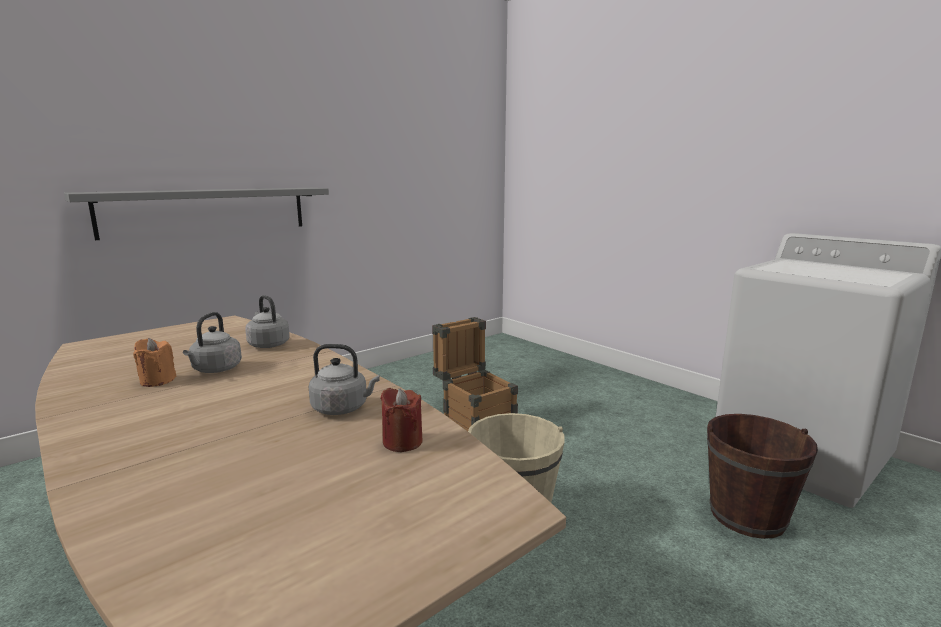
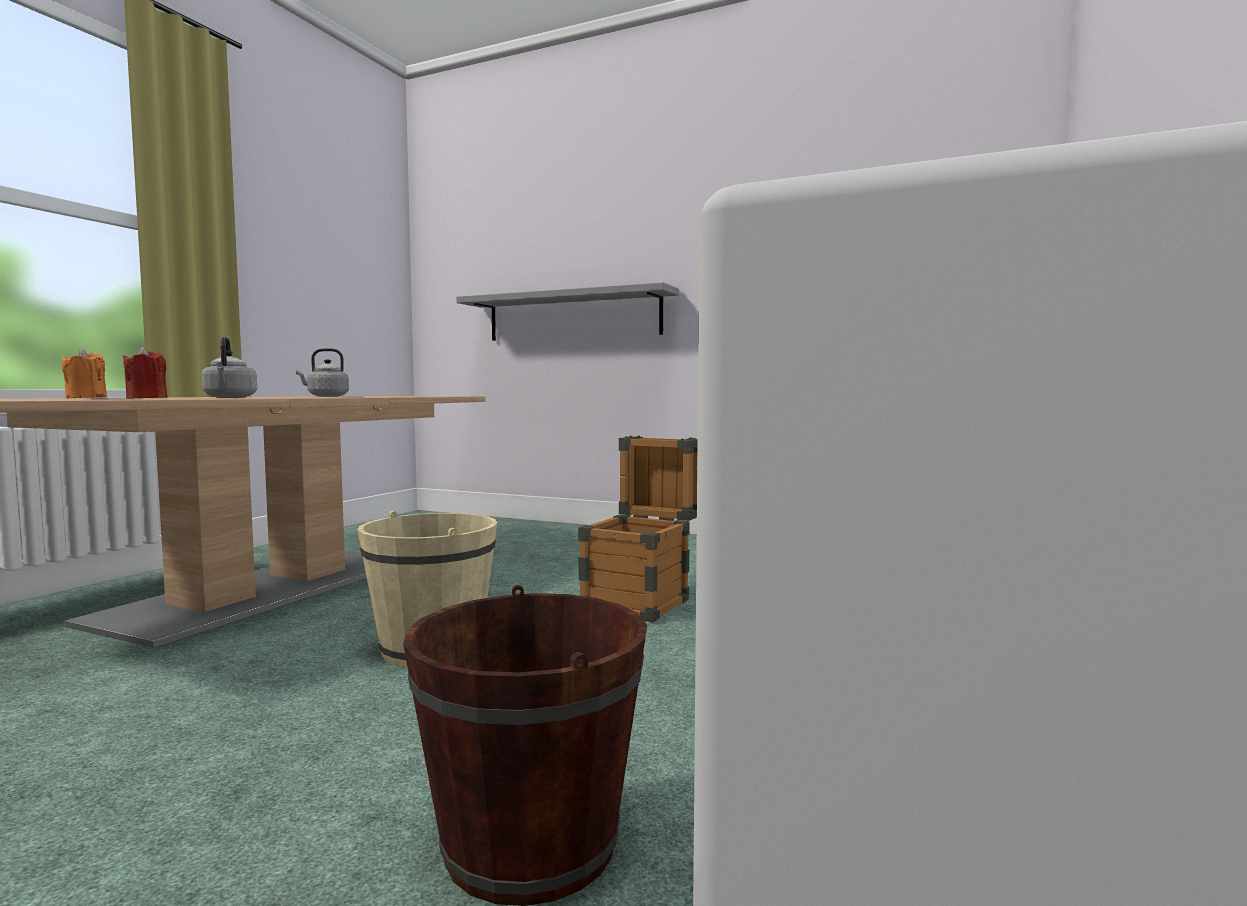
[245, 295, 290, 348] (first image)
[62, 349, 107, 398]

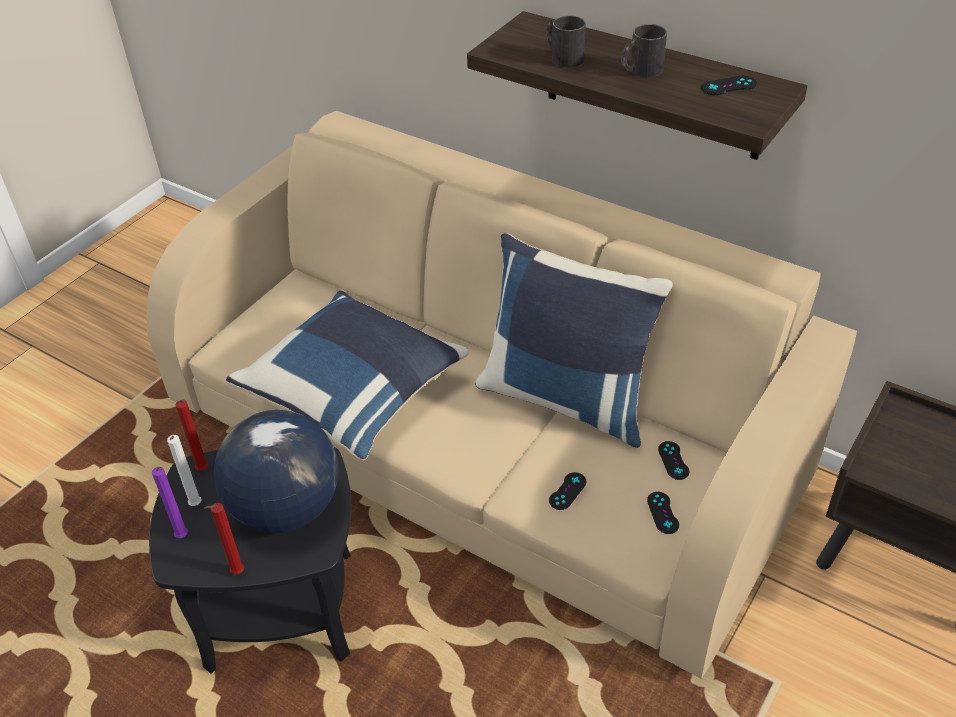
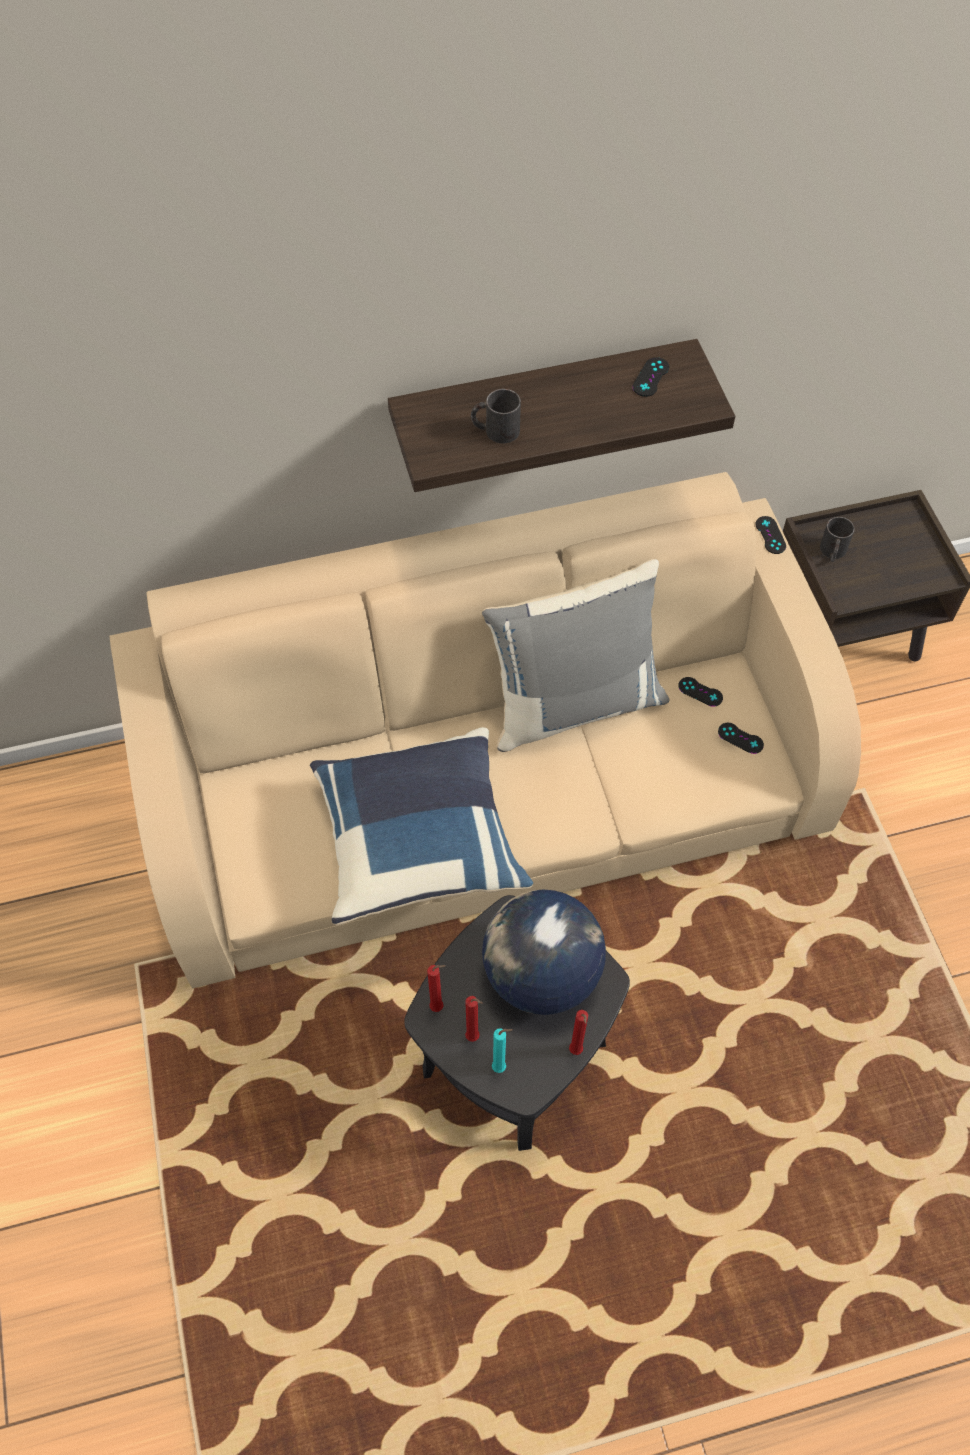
[755, 516, 786, 554]
[820, 517, 854, 562]
[492, 1028, 513, 1073]
[465, 996, 483, 1042]
[482, 559, 670, 752]

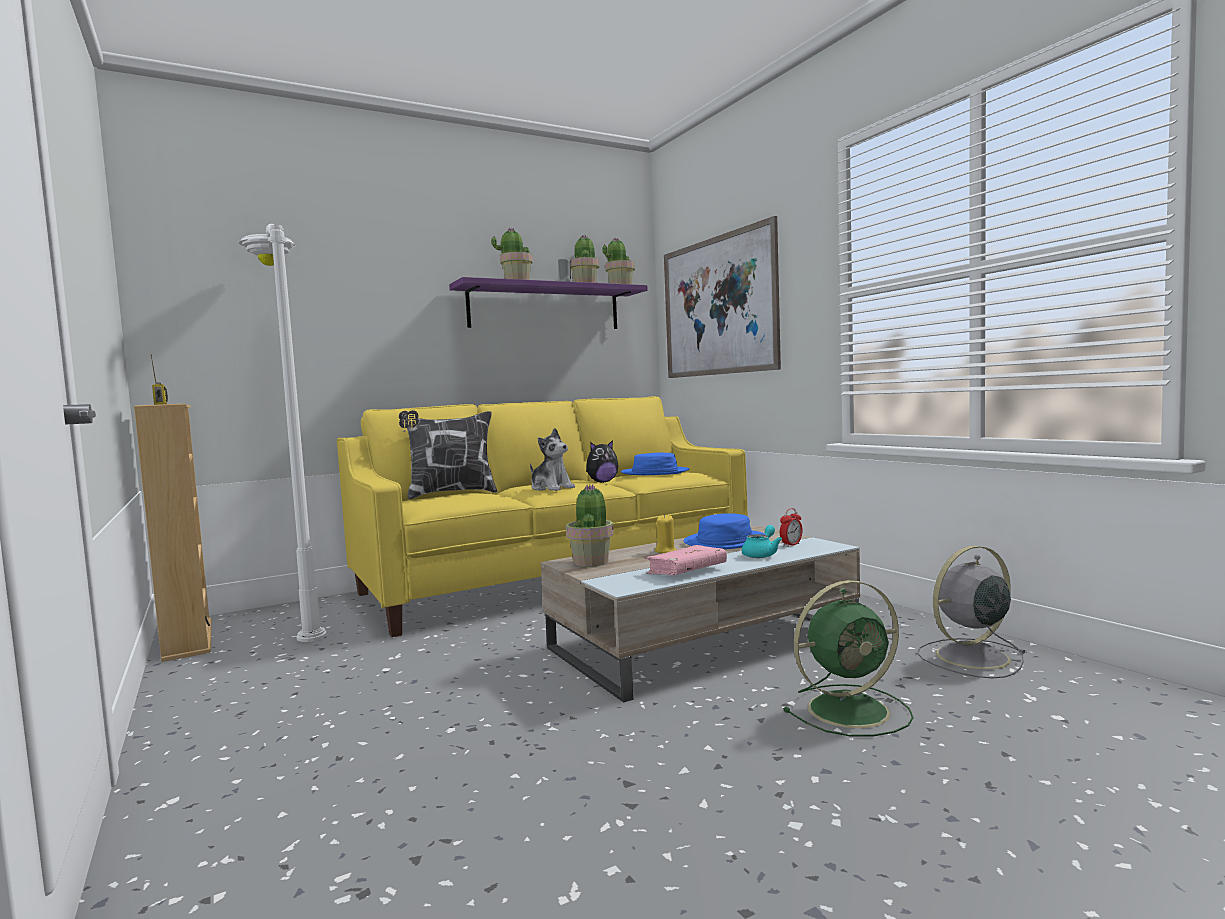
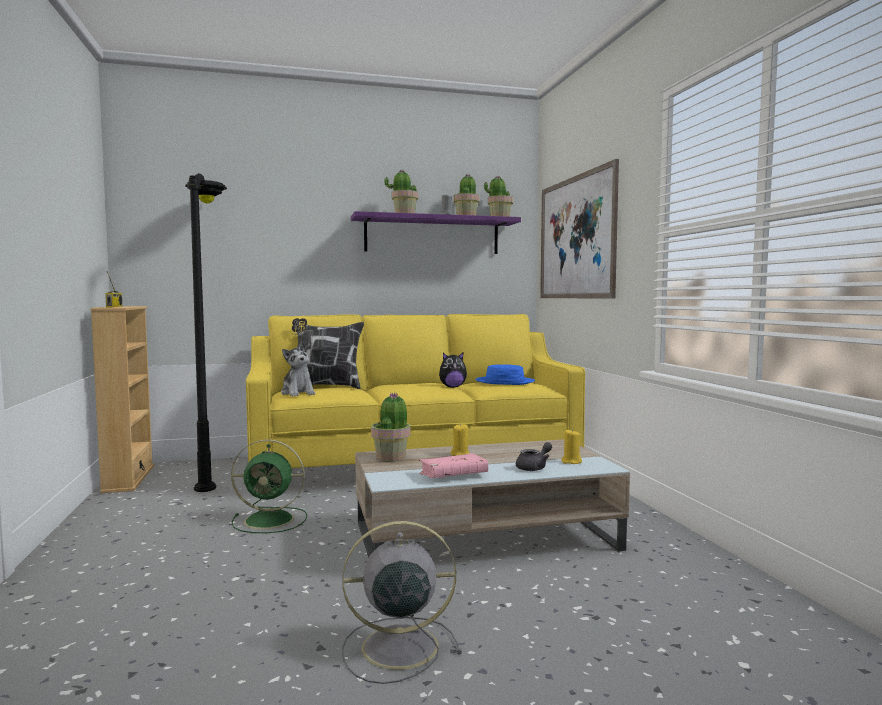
[684, 513, 765, 549] (first image)
[281, 341, 315, 396]
[231, 439, 307, 533]
[342, 521, 462, 684]
[561, 429, 582, 464]
[185, 173, 227, 492]
[516, 442, 552, 471]

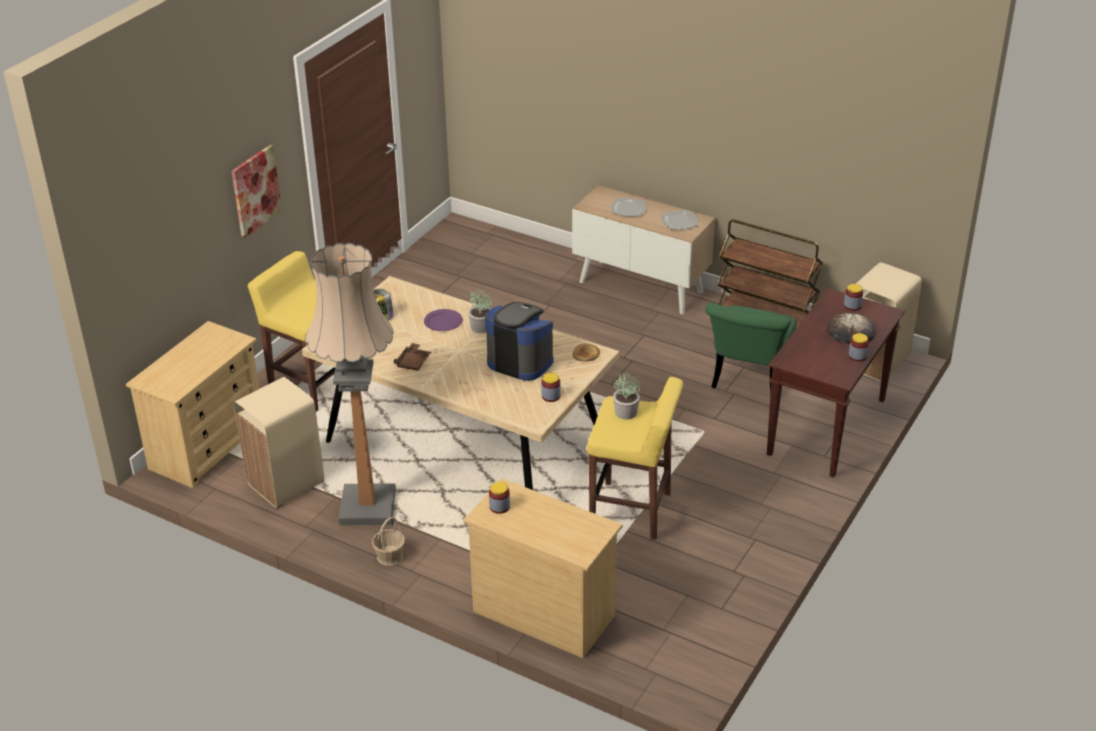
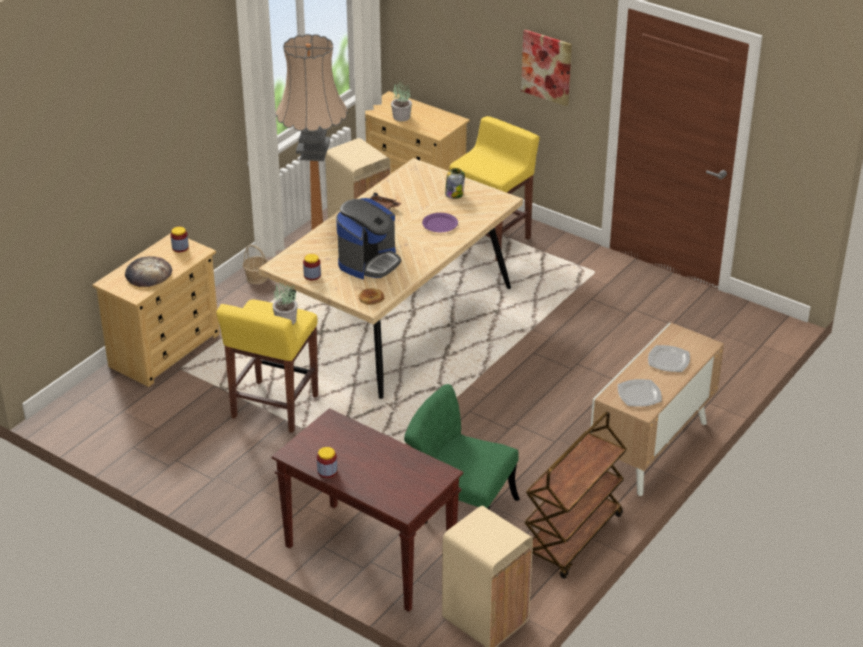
[844, 284, 863, 311] (first image)
[391, 80, 412, 121]
[125, 256, 172, 287]

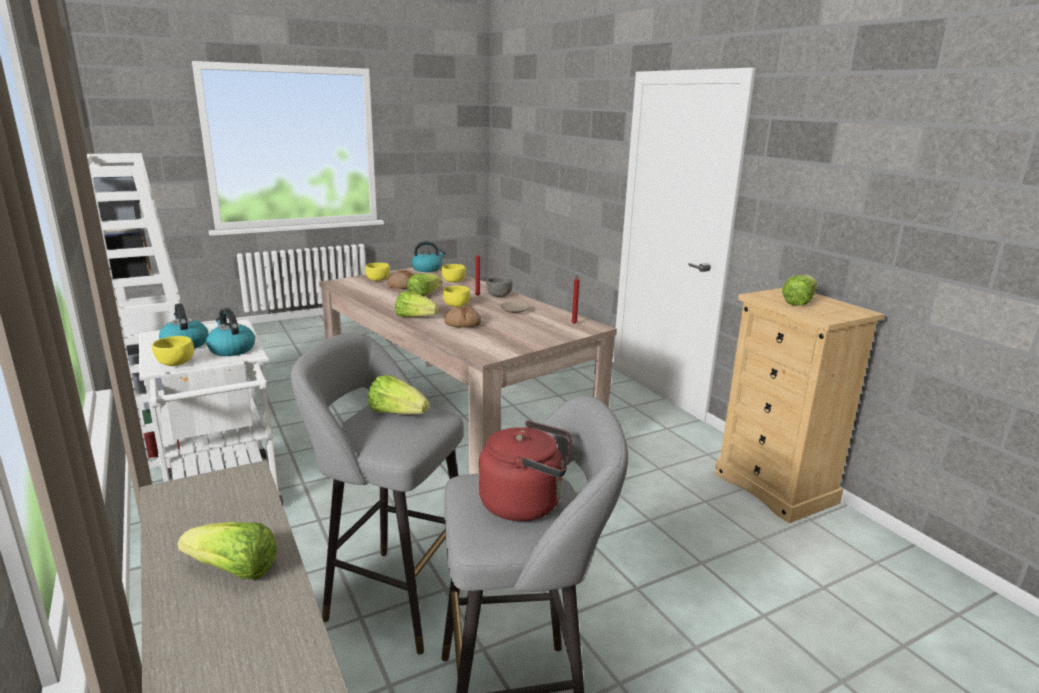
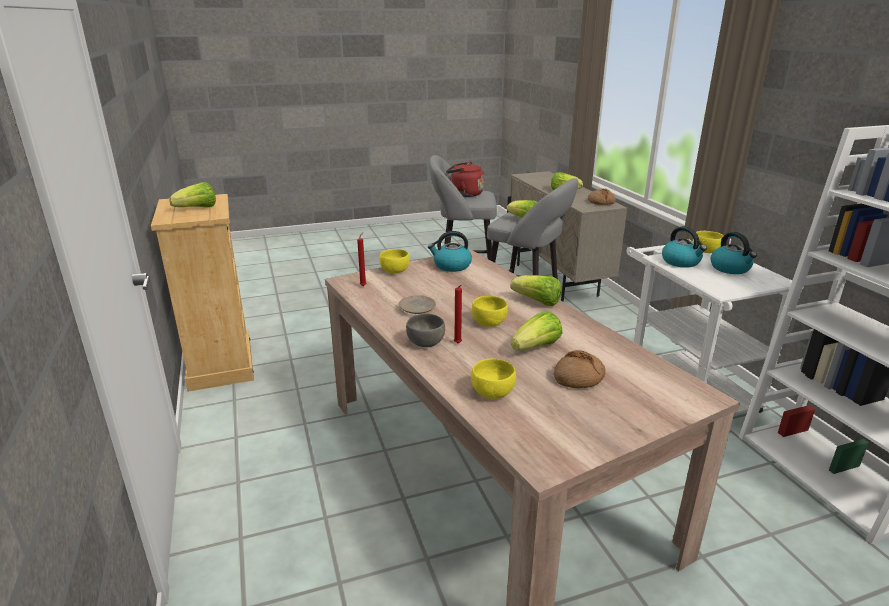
[379, 249, 410, 274]
[428, 231, 472, 272]
[588, 189, 616, 205]

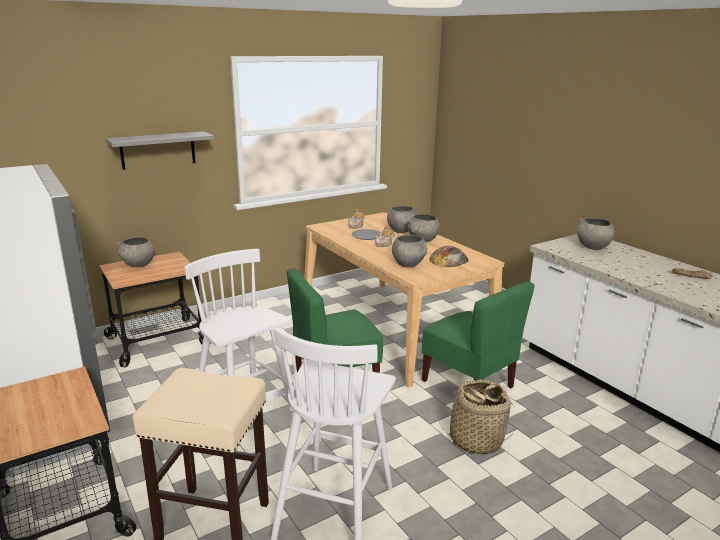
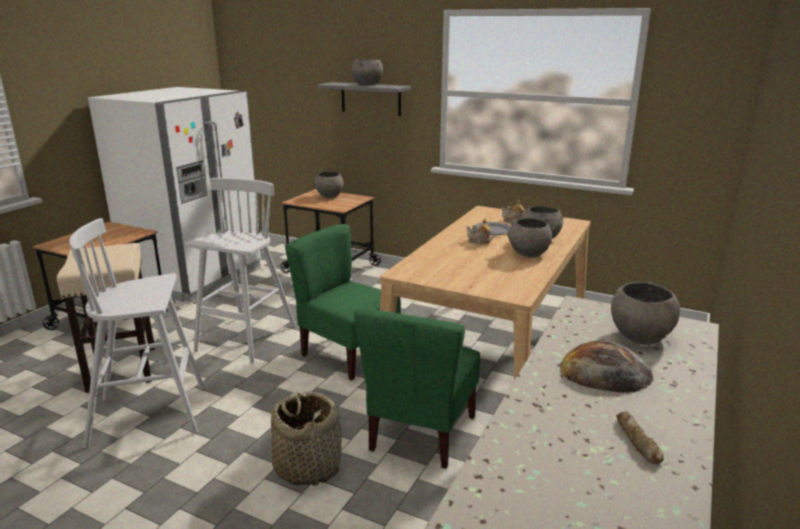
[351, 59, 383, 85]
[560, 341, 654, 393]

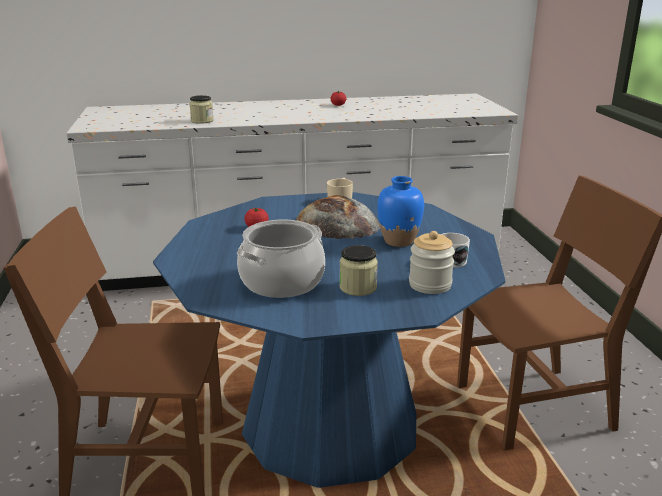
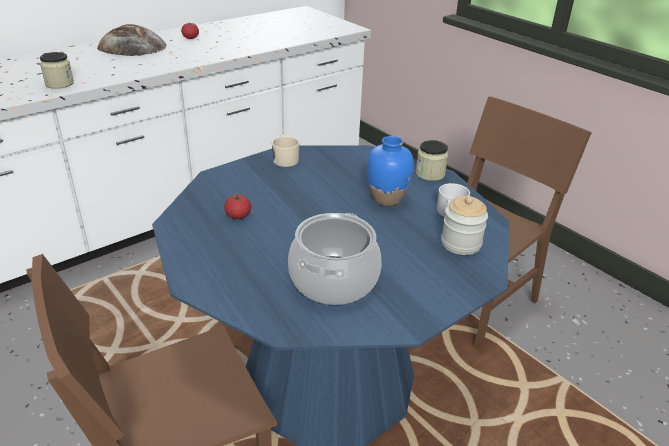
[97, 24, 166, 56]
[416, 140, 448, 181]

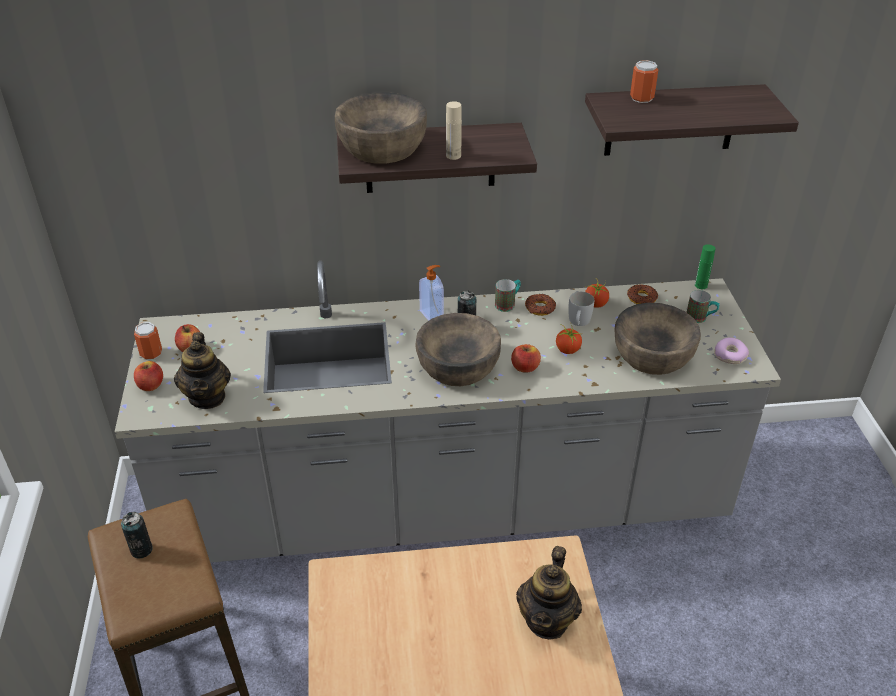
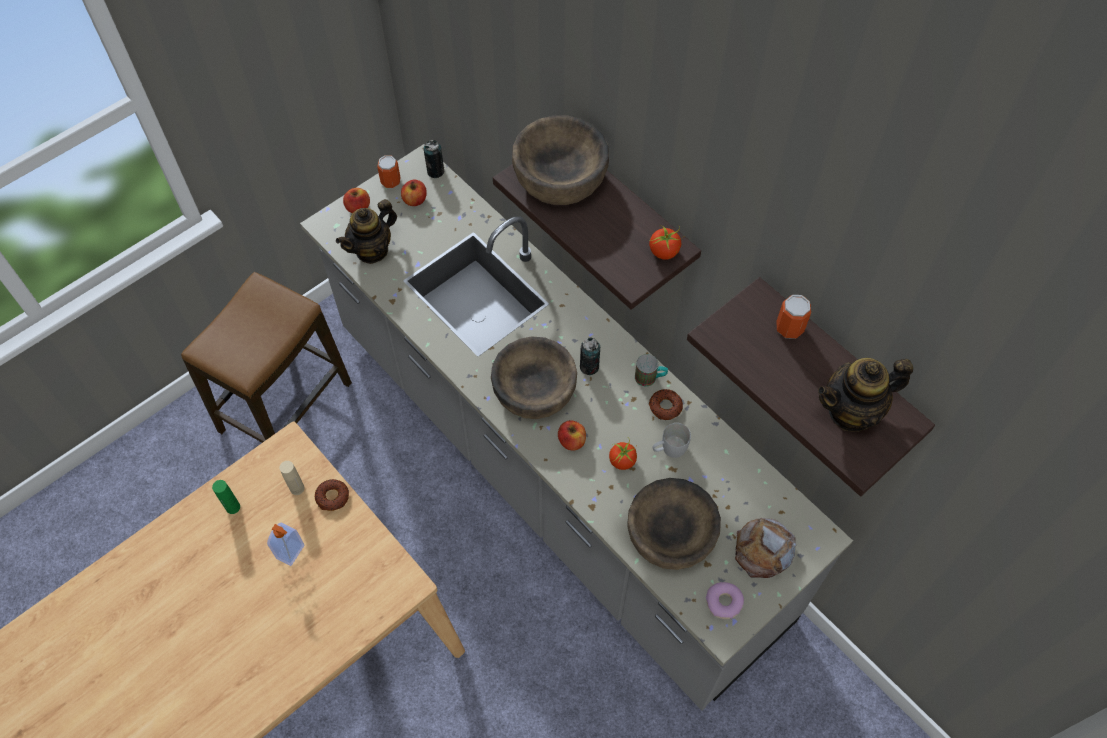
[424, 140, 445, 178]
[267, 523, 304, 566]
[279, 461, 304, 495]
[818, 358, 913, 432]
[649, 226, 683, 260]
[315, 479, 349, 511]
[212, 480, 240, 514]
[735, 518, 796, 578]

